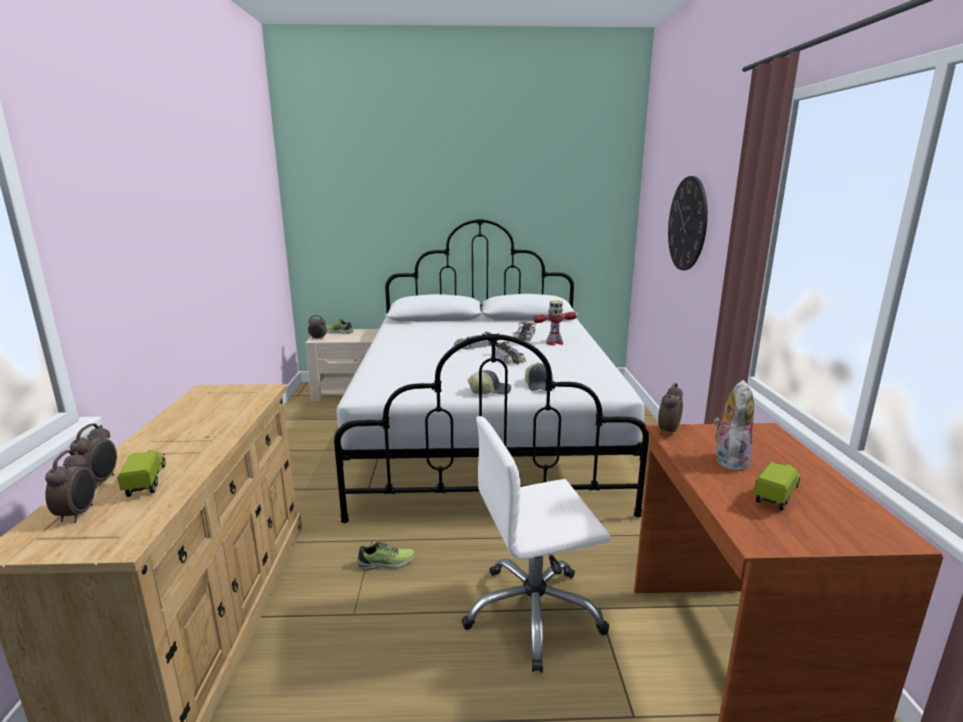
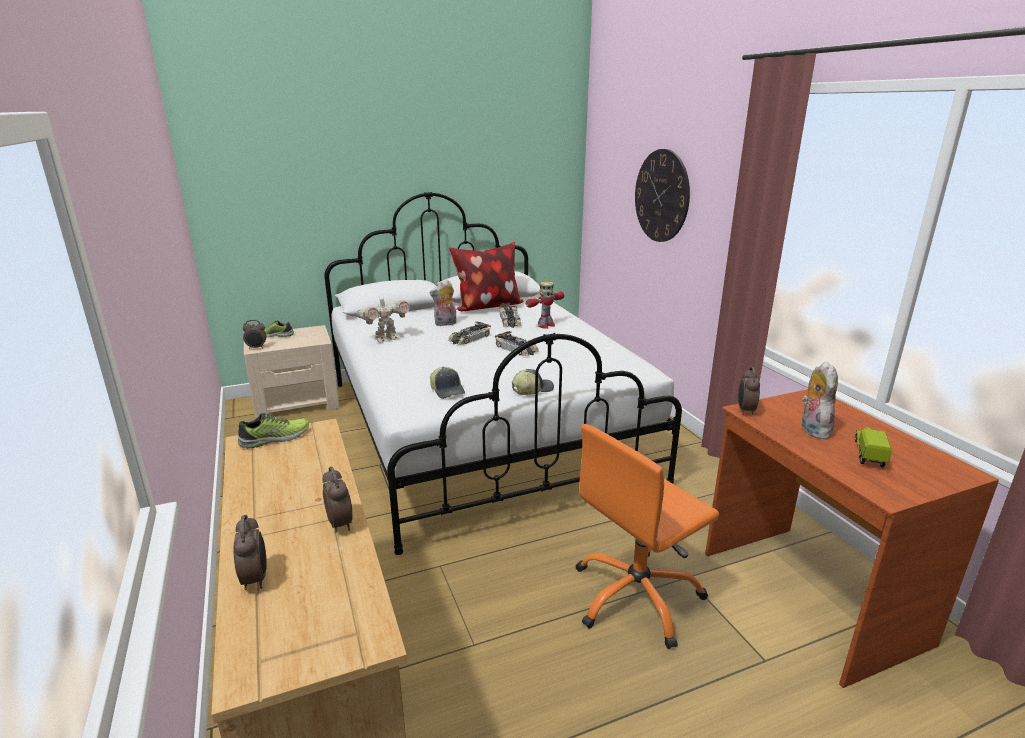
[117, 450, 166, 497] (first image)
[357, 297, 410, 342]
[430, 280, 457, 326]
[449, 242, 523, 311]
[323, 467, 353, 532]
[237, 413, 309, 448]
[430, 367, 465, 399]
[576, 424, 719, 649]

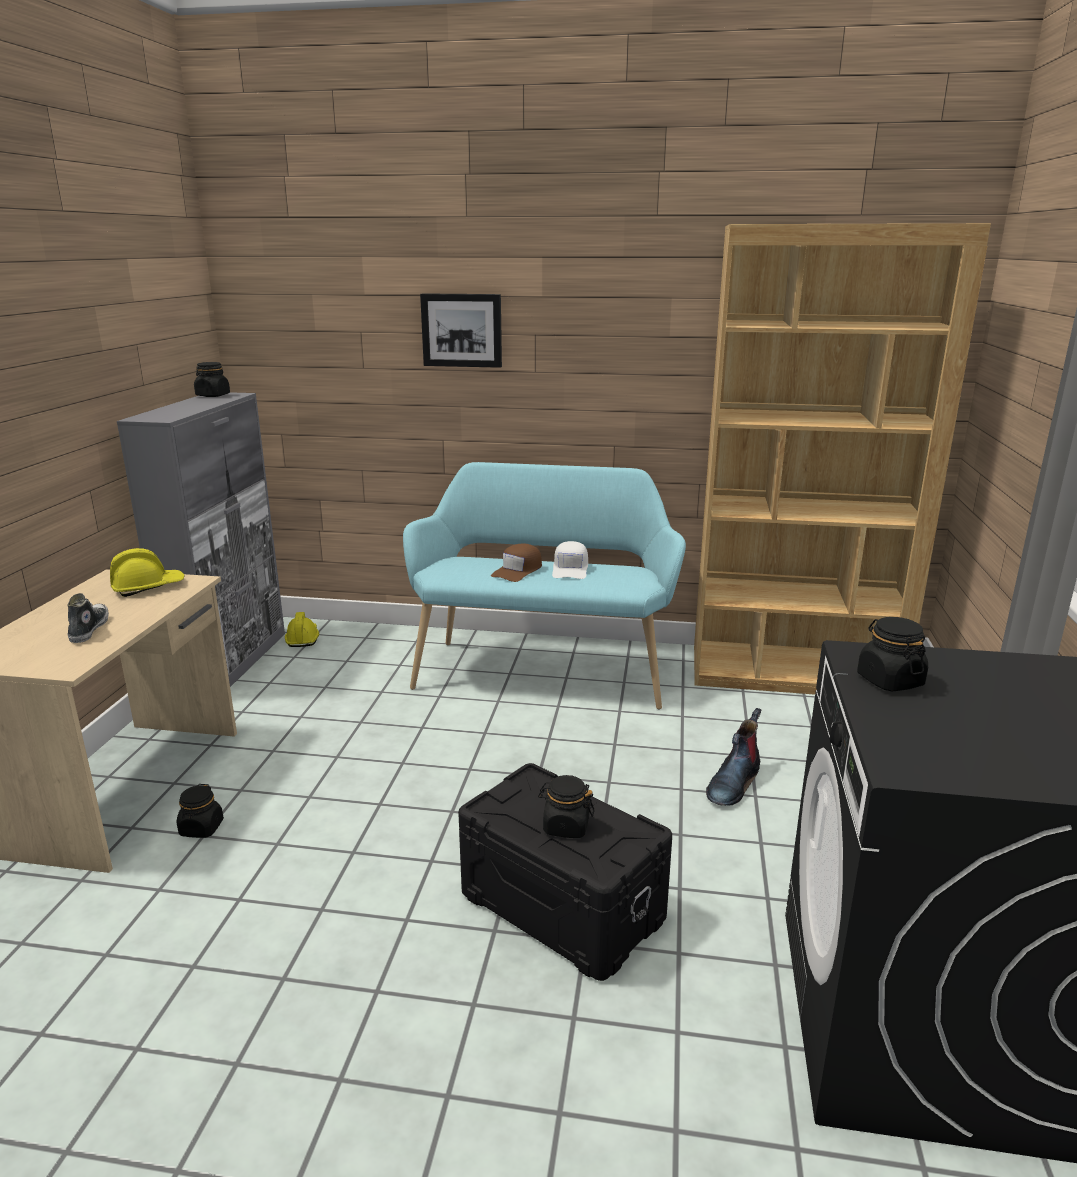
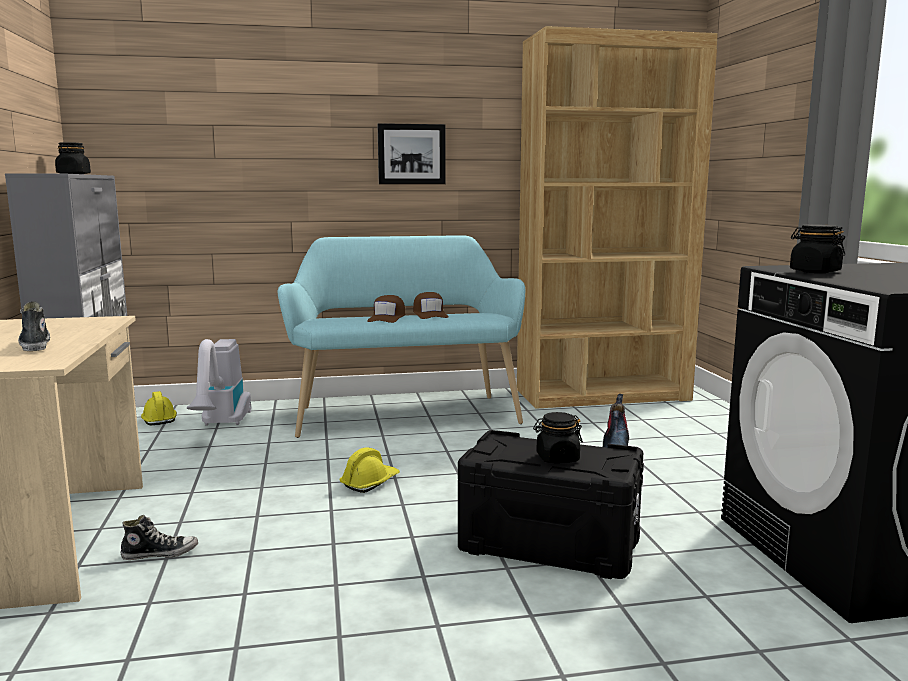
[187, 339, 251, 426]
[339, 447, 400, 493]
[378, 123, 446, 184]
[120, 515, 198, 560]
[413, 292, 449, 319]

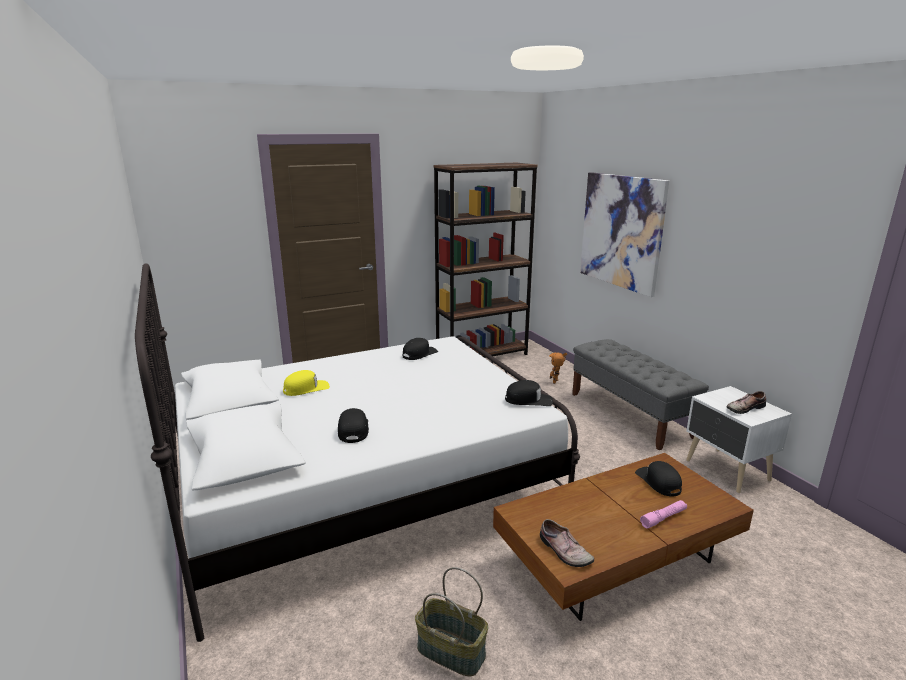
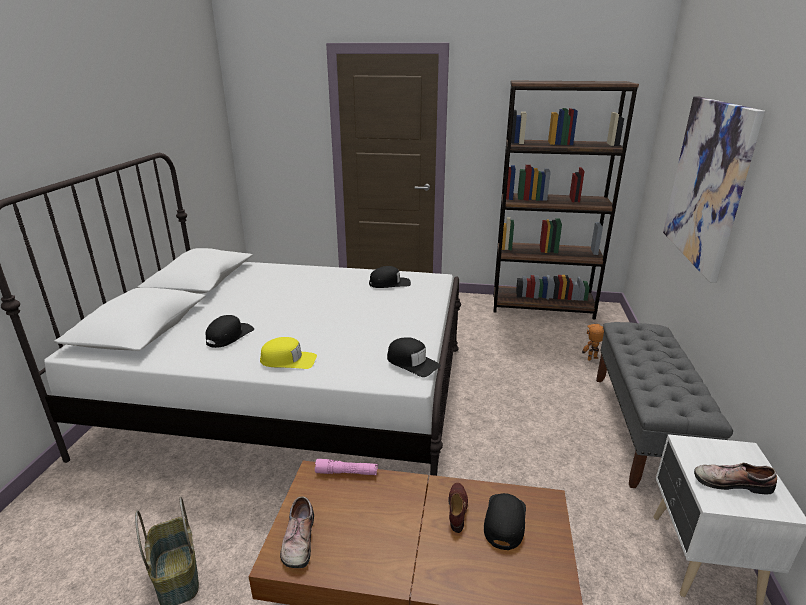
[448, 483, 468, 533]
[260, 337, 317, 369]
[315, 459, 378, 475]

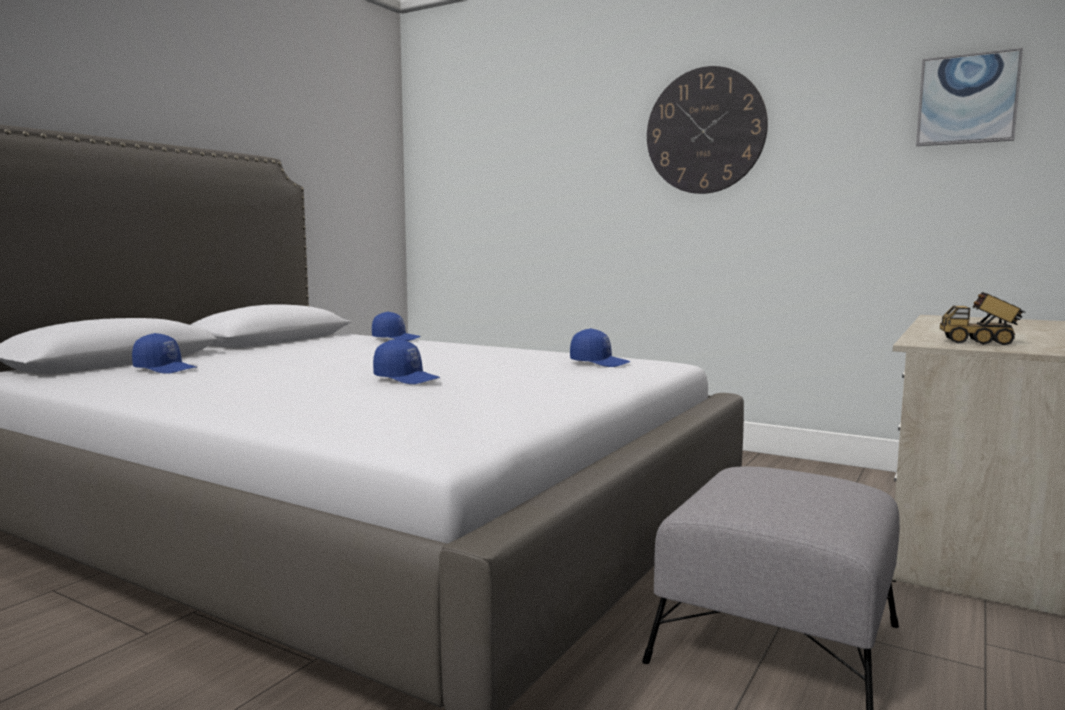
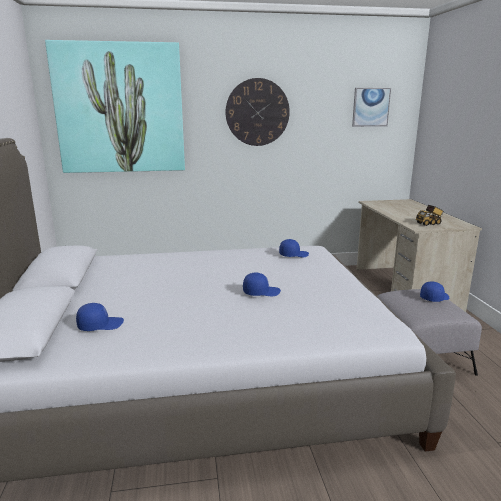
[45, 40, 185, 173]
[420, 281, 449, 302]

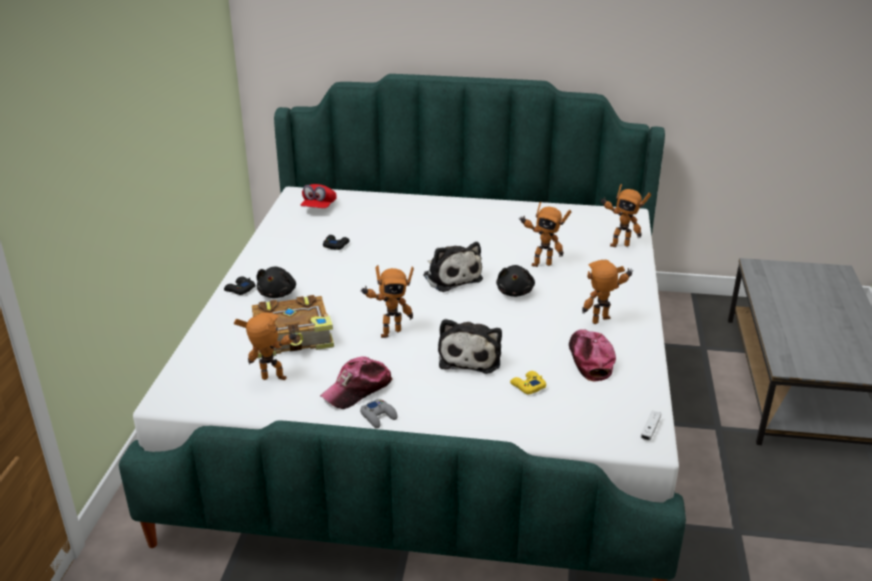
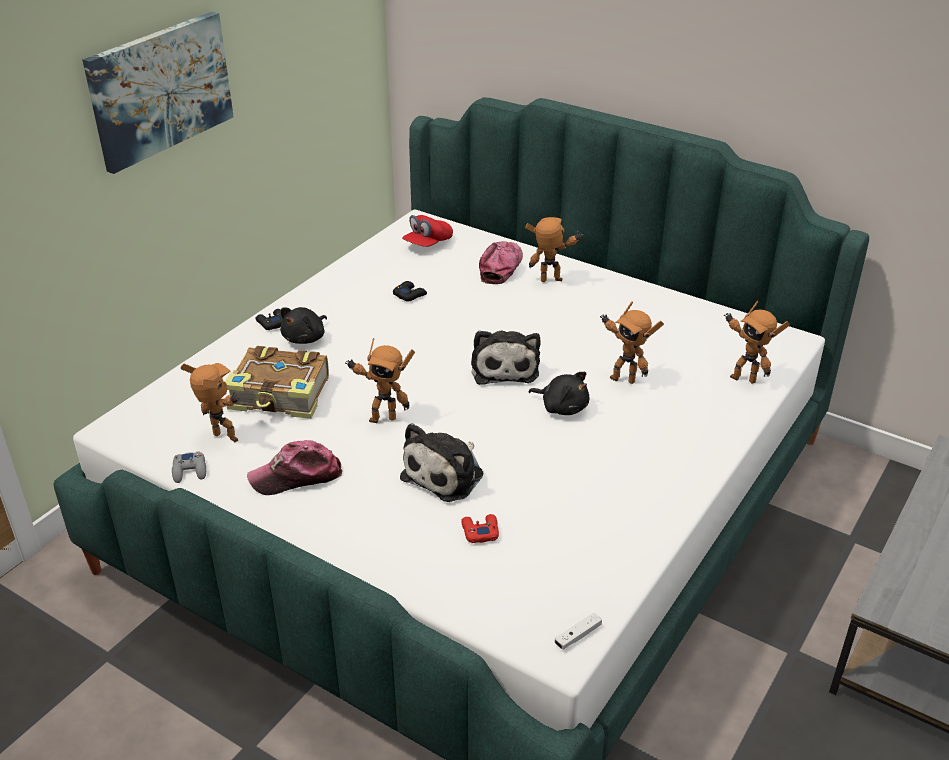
[83, 11, 234, 174]
[172, 451, 206, 483]
[479, 241, 523, 284]
[525, 217, 583, 282]
[461, 514, 499, 543]
[529, 372, 589, 415]

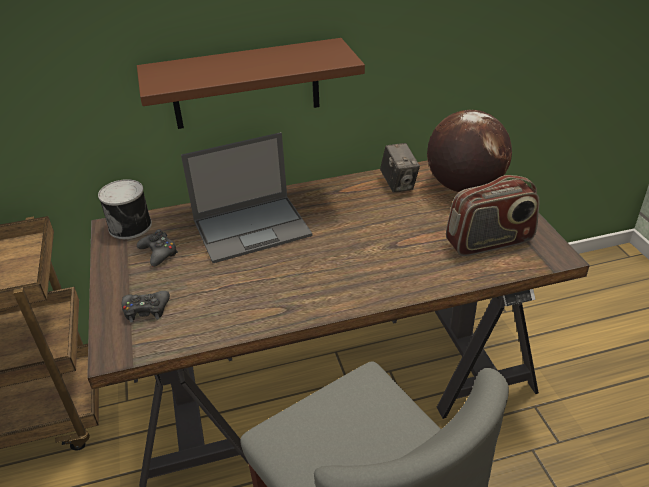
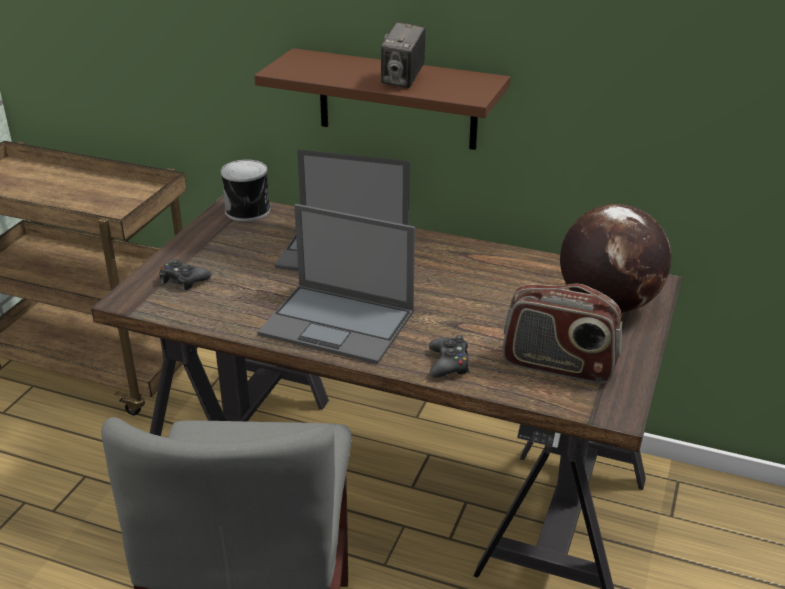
[257, 204, 415, 364]
[429, 335, 470, 377]
[381, 22, 425, 88]

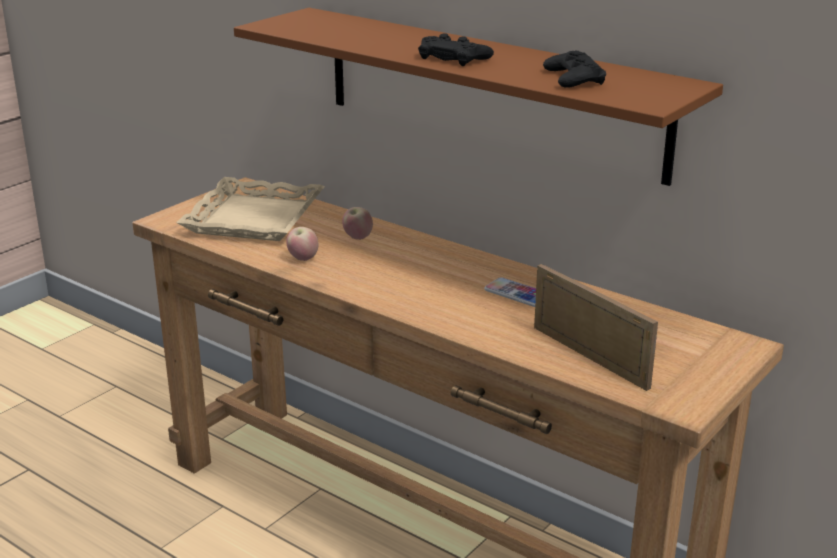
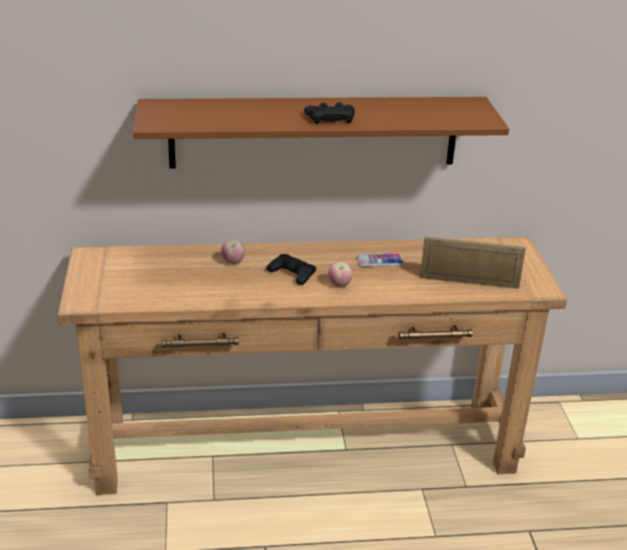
[176, 177, 325, 241] (first image)
[328, 262, 353, 287]
[267, 254, 316, 285]

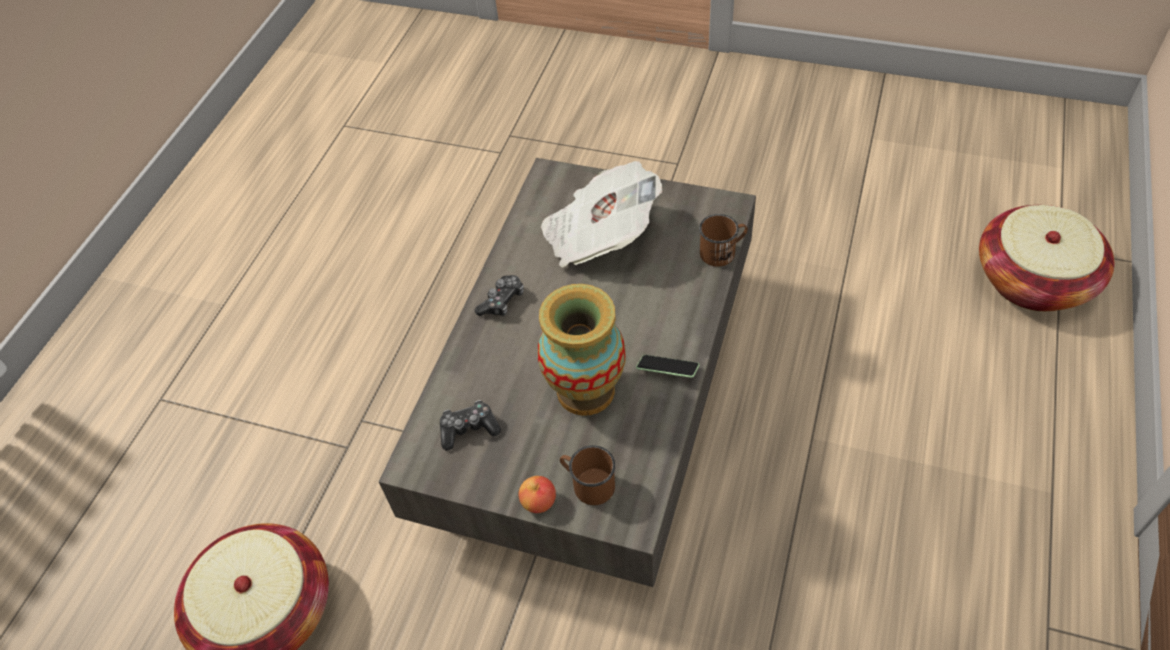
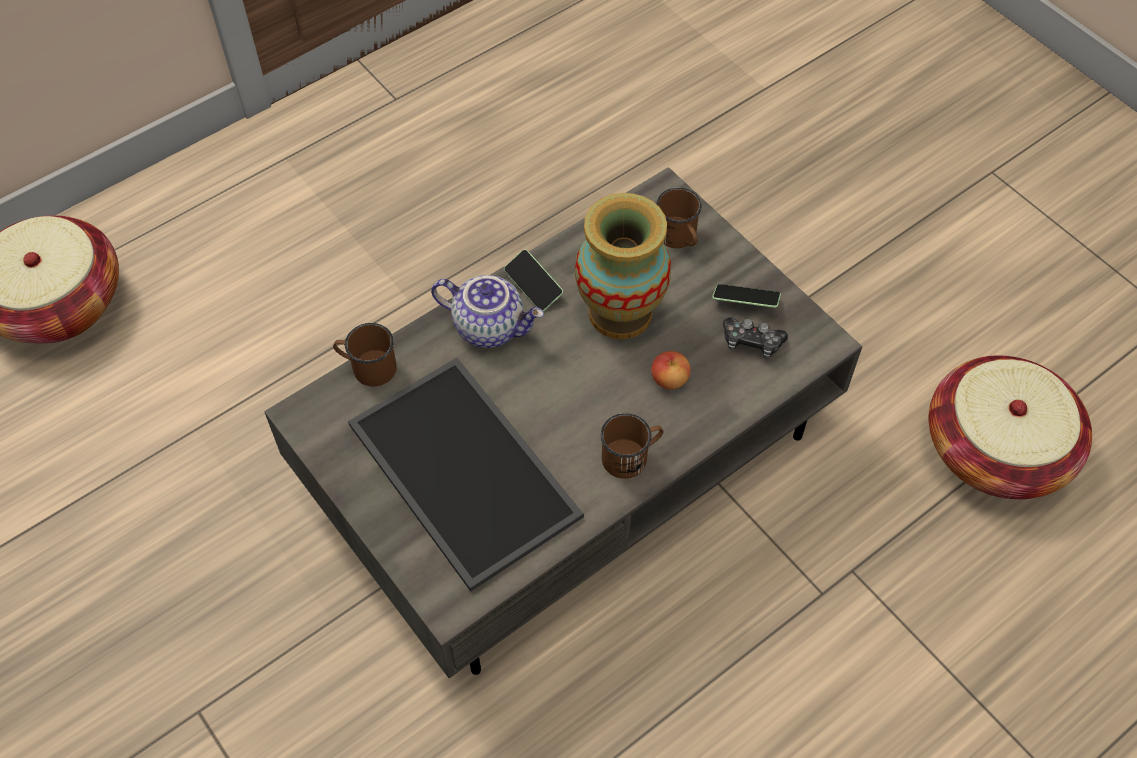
[431, 275, 544, 348]
[712, 284, 781, 308]
[651, 351, 691, 390]
[601, 413, 663, 479]
[348, 358, 584, 592]

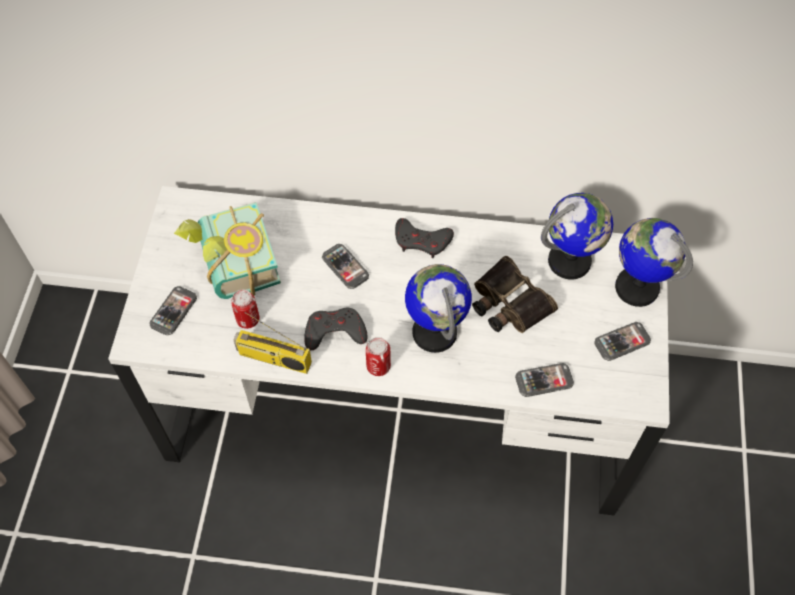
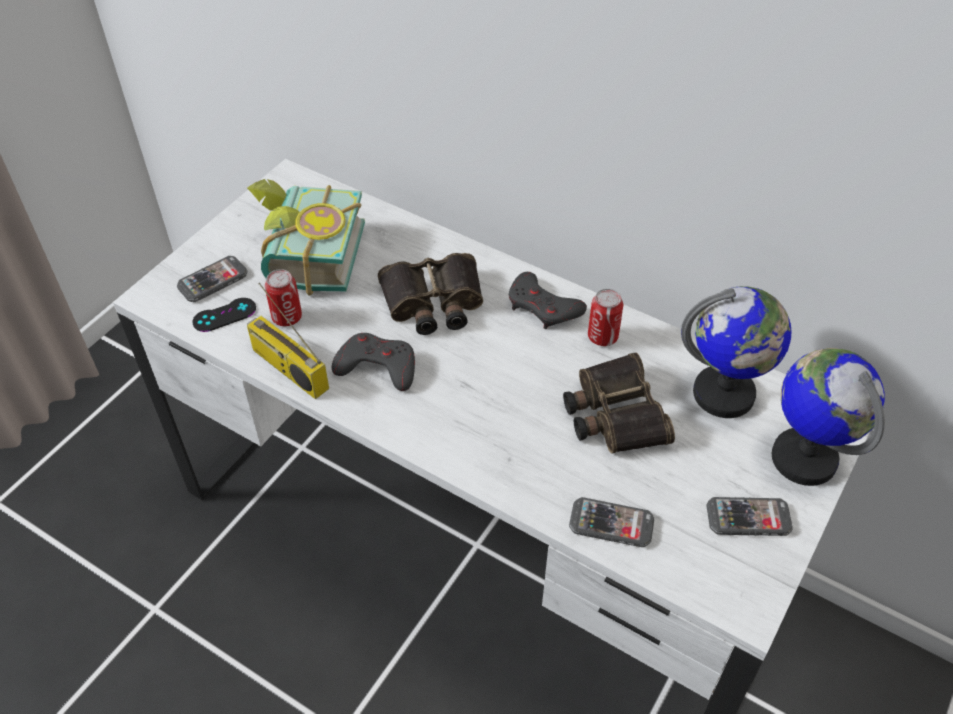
[405, 264, 472, 353] (first image)
[192, 298, 256, 332]
[588, 289, 623, 346]
[378, 253, 483, 335]

